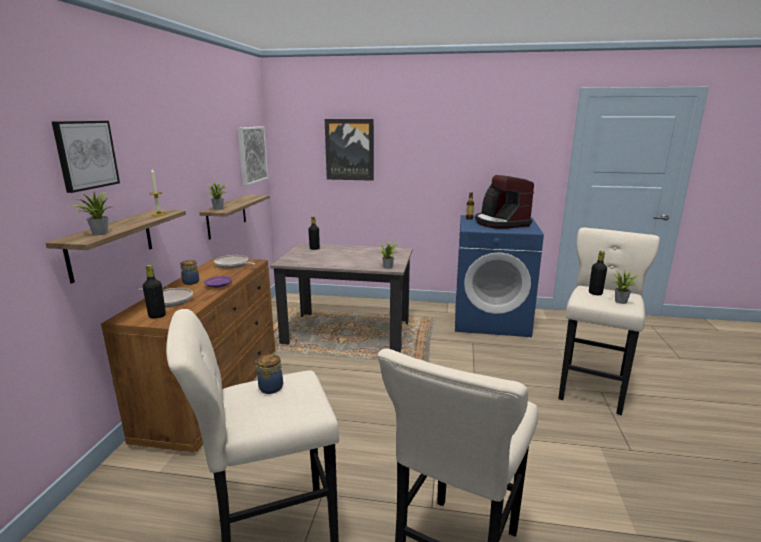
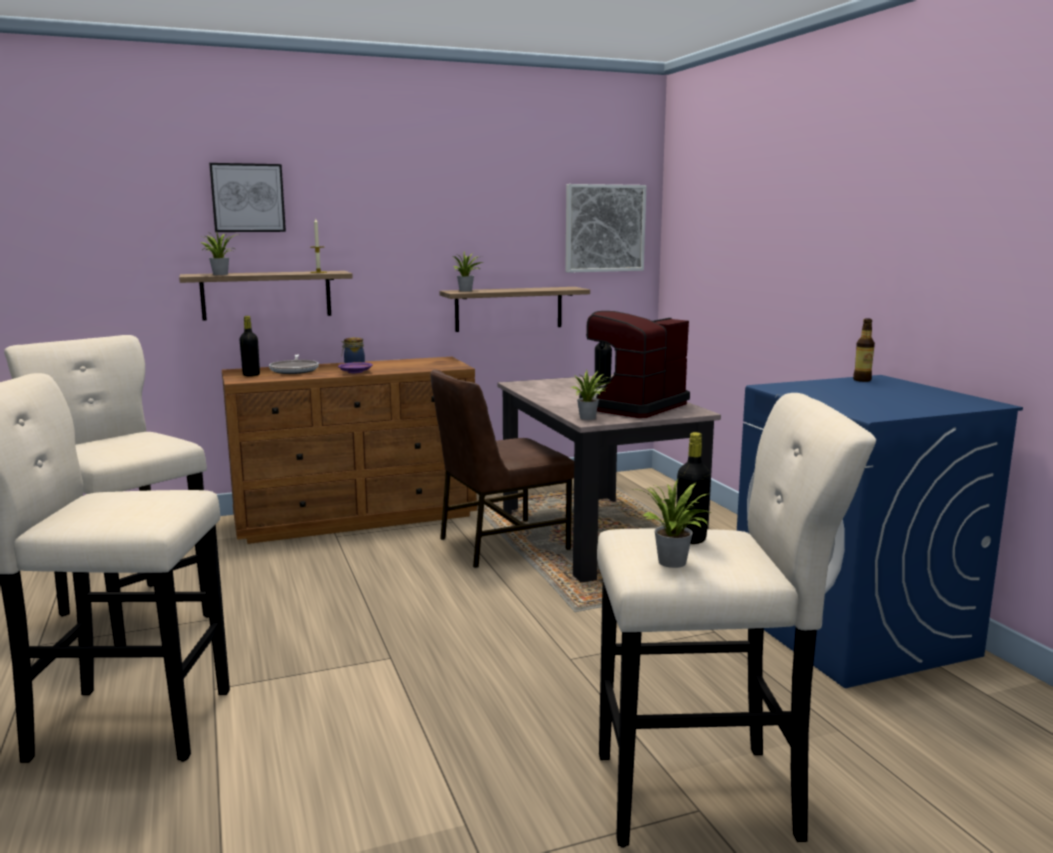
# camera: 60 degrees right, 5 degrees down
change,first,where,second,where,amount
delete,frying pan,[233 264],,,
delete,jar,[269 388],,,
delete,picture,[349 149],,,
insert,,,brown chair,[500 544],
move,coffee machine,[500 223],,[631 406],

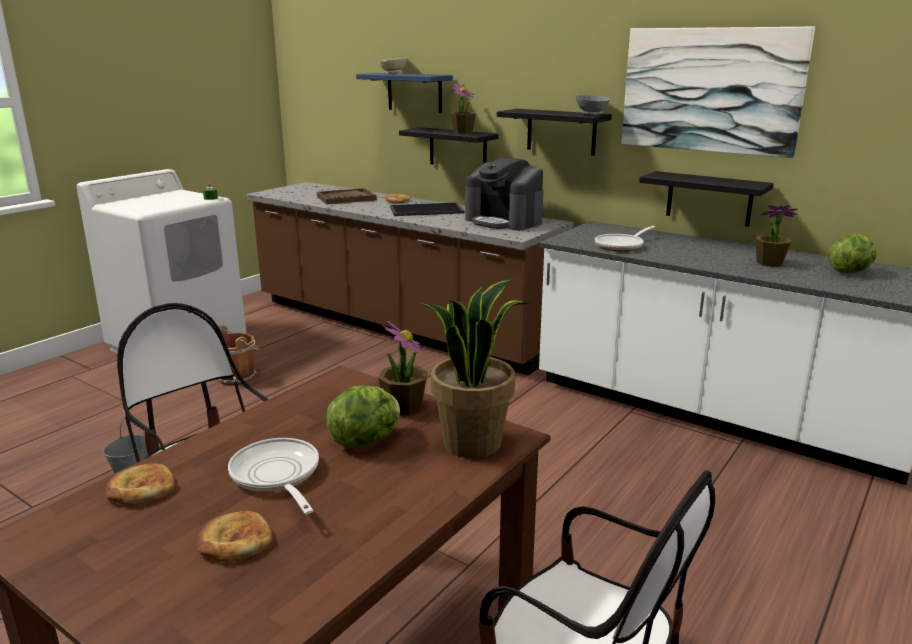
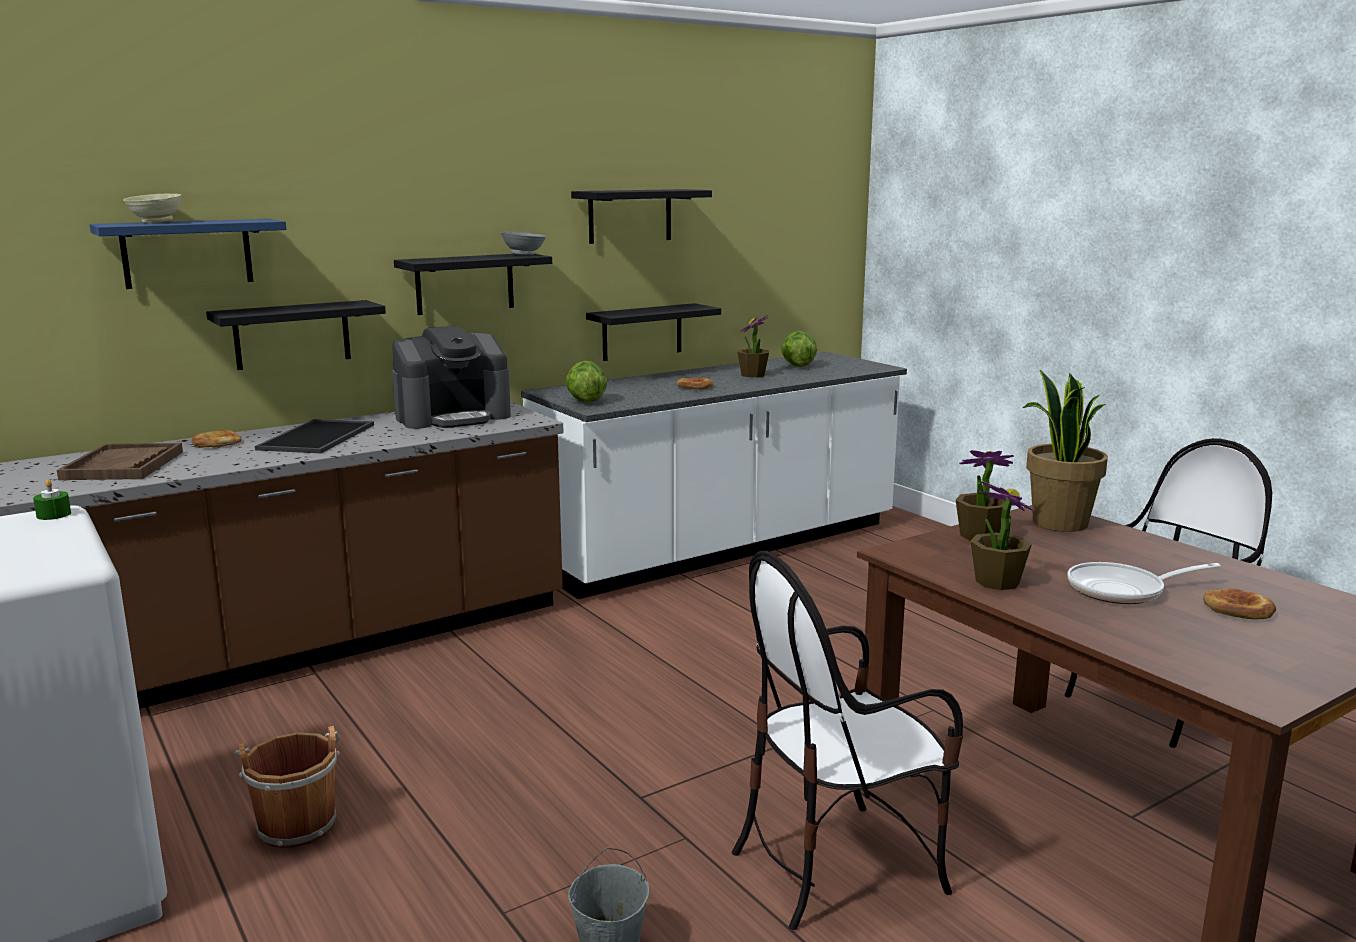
# camera: 70 degrees left, 5 degrees down
change,first,where,second,where,amount
delete,frying pan,[621 246],,,
move,bread,[141 489],,[695 387],
move,lettuce,[366 440],,[585 401],
move,potted plant,[463 132],,[997 582],
replace,picture,[710 90],black shelf,[630 216],

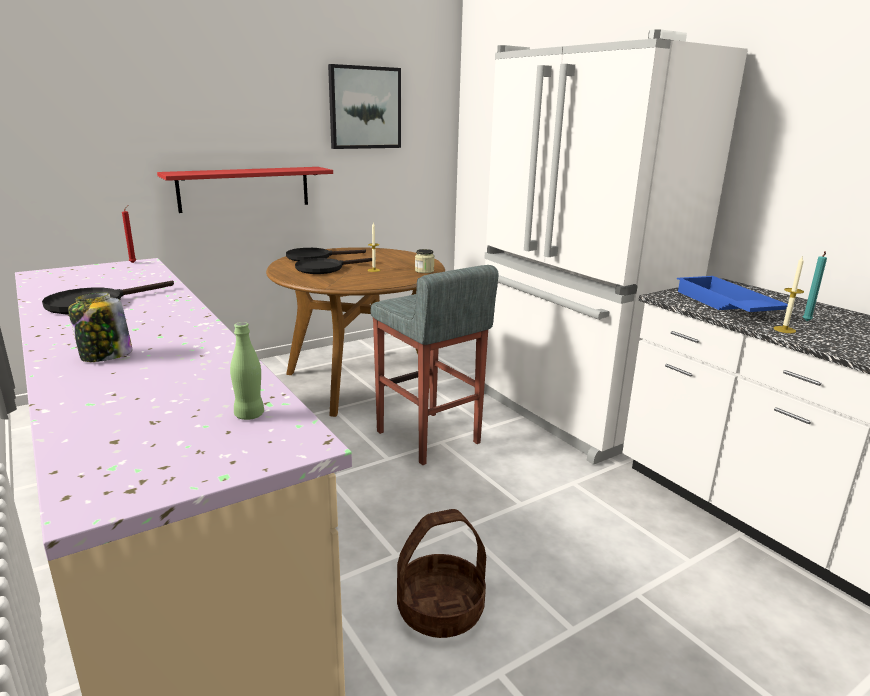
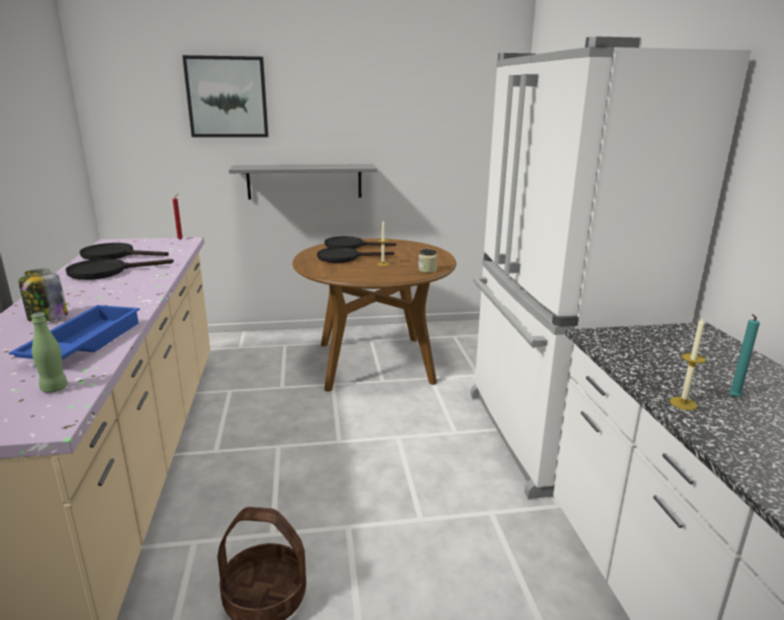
# camera: 25 degrees right, 0 degrees up
change,first,where,second,where,amount
delete,grey stool,[428 438],,,
insert,,,black frying pan,[115 255],
move,picture,[365 108],,[227 97],
move,blue tray,[724 304],,[82 343],
recolor,red shelf,[244 189],grey shelf,[304 181],

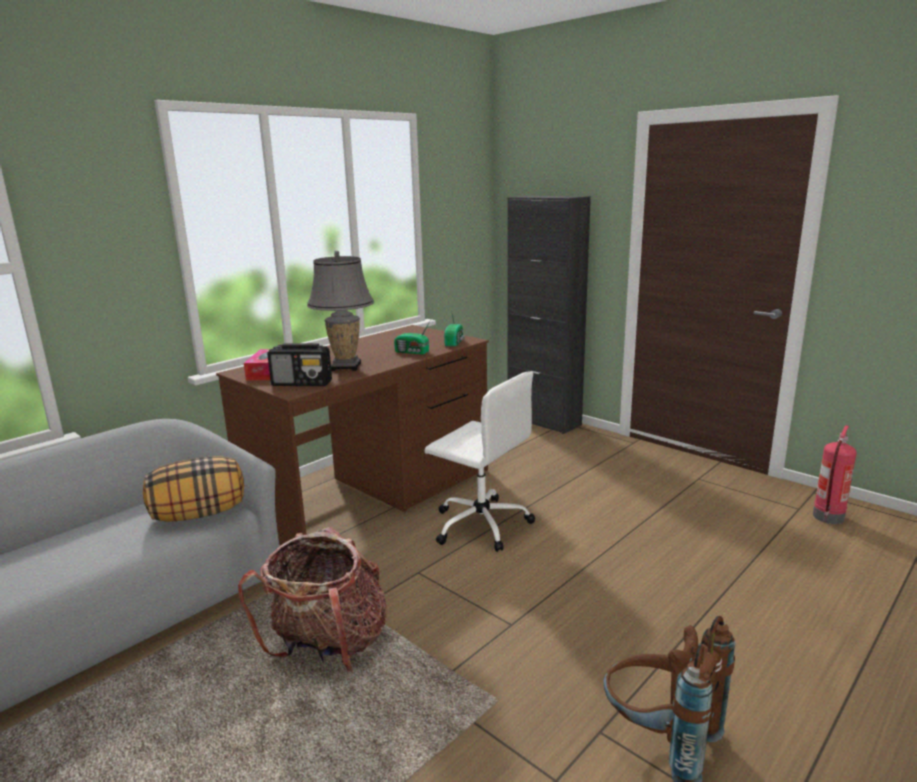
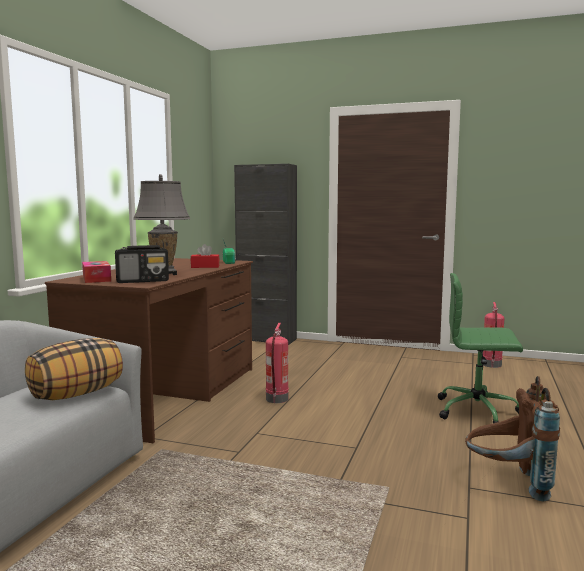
# camera: 25 degrees left, 10 degrees down
change,first,where,second,where,amount
delete,backpack,[328 646],,,
insert,,,green office chair,[478 411],
replace,radio,[412 352],red tissue box,[205 267],
replace,white office chair,[480 524],fire extinguisher,[277 399],

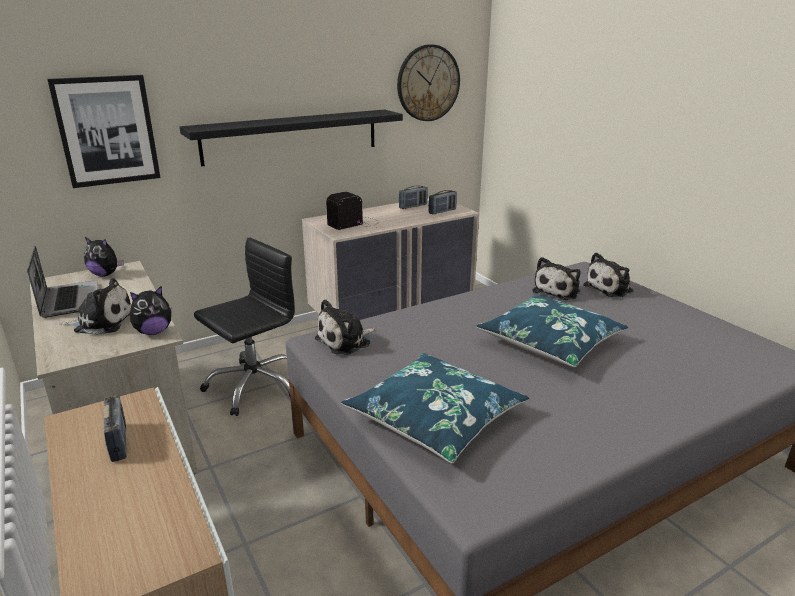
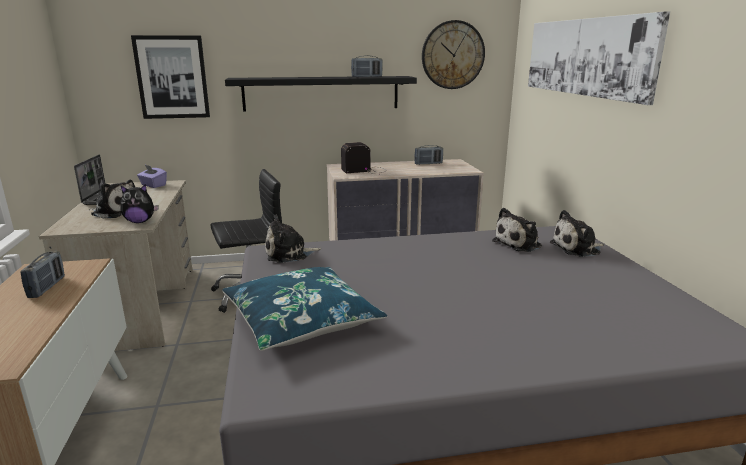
# camera: 20 degrees right, 5 degrees down
change,first,where,second,where,amount
delete,blue pillow,[550 342],,,
insert,,,picture,[586 57],
move,radio,[442 211],,[367 77],
replace,plush toy,[105 274],purple tissue box,[153 185],

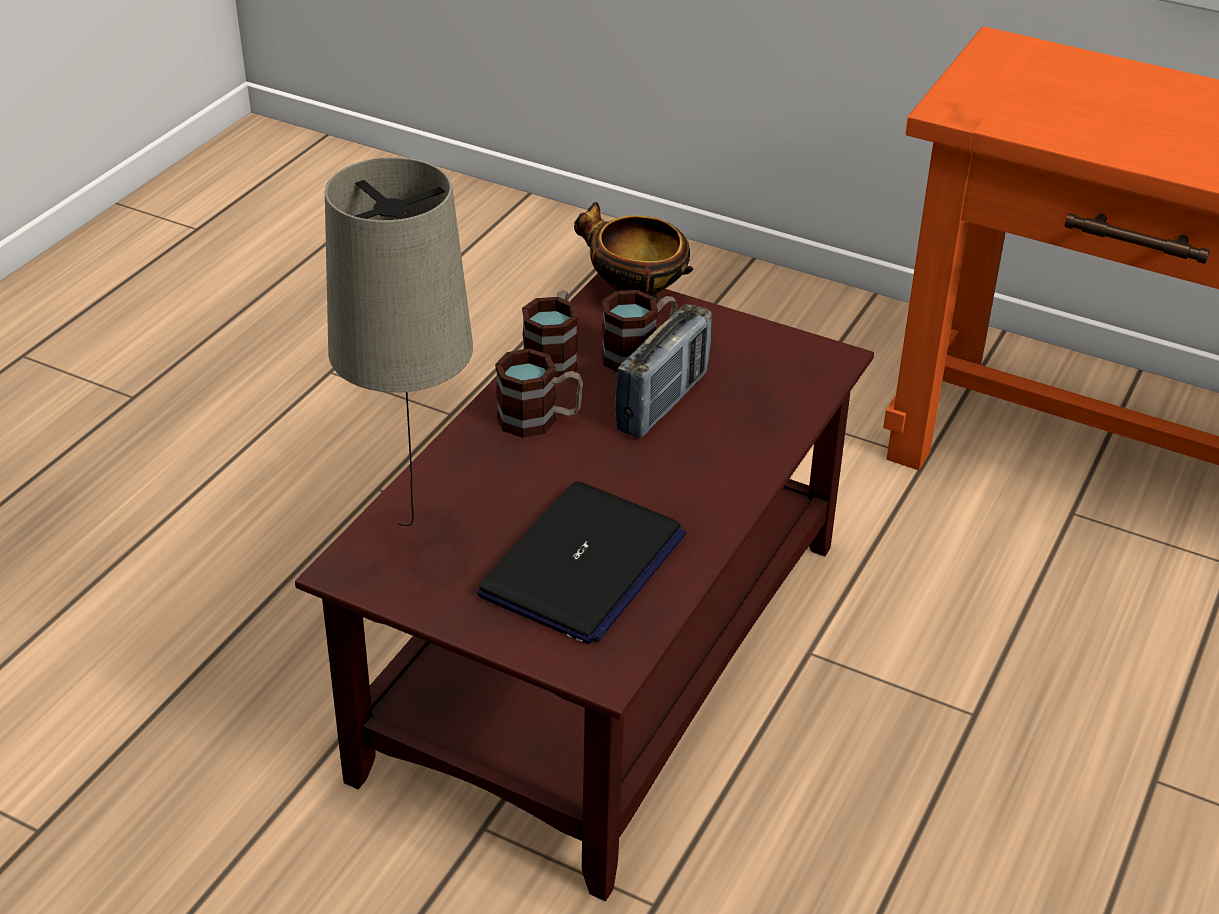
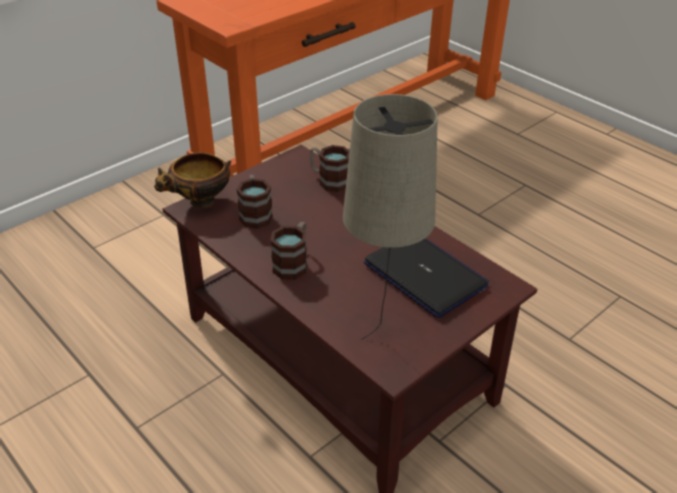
# camera: 70 degrees left, 0 degrees up
change,first,where,second,where,amount
delete,radio,[662 402],,,
move,mug,[553 357],,[329 180],

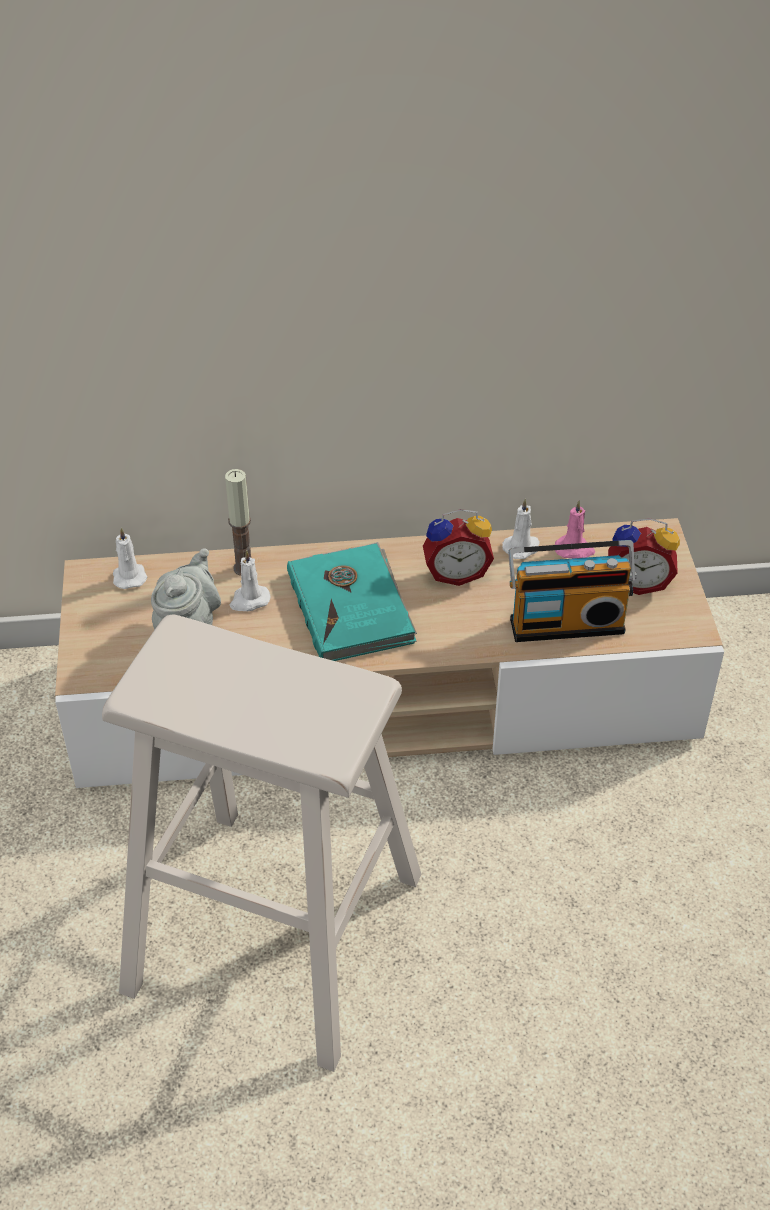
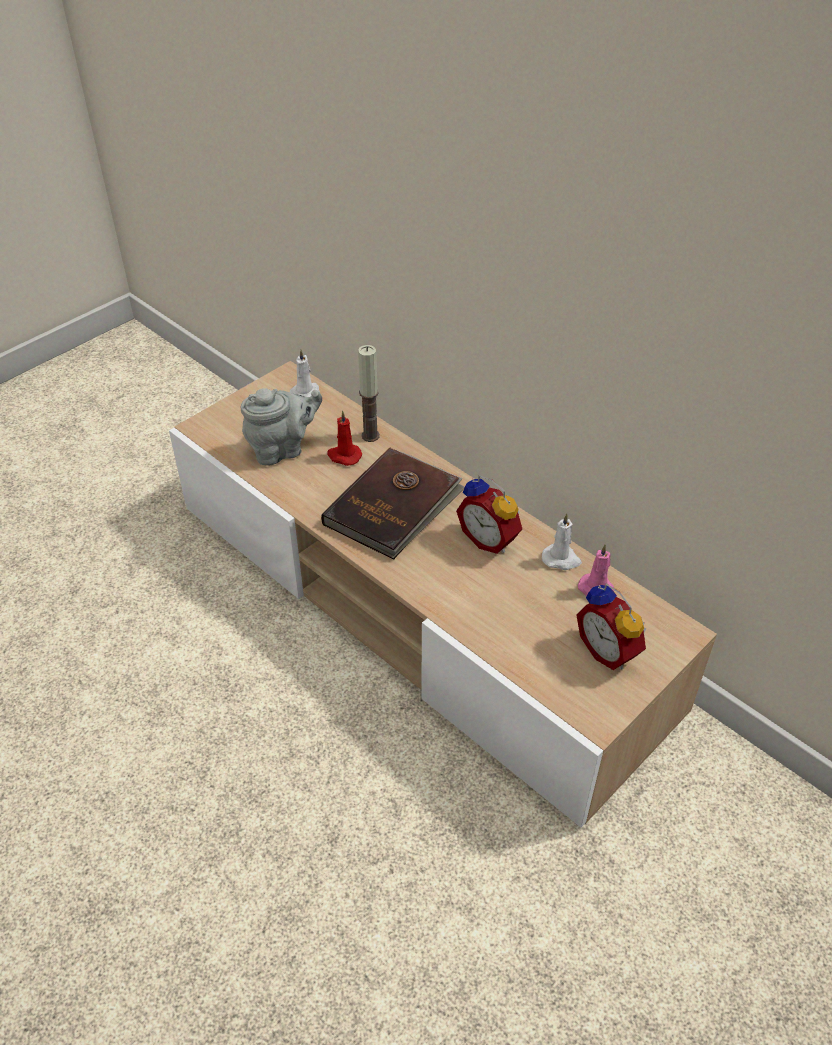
# camera: 50 degrees right, 0 degrees up
change,first,where,second,where,amount
delete,beige stool,[274 932],,,
delete,radio,[566 622],,,
recolor,white candle,[249 600],red candle,[344 456],
recolor,turquoise book,[352 606],brown book,[394 506],

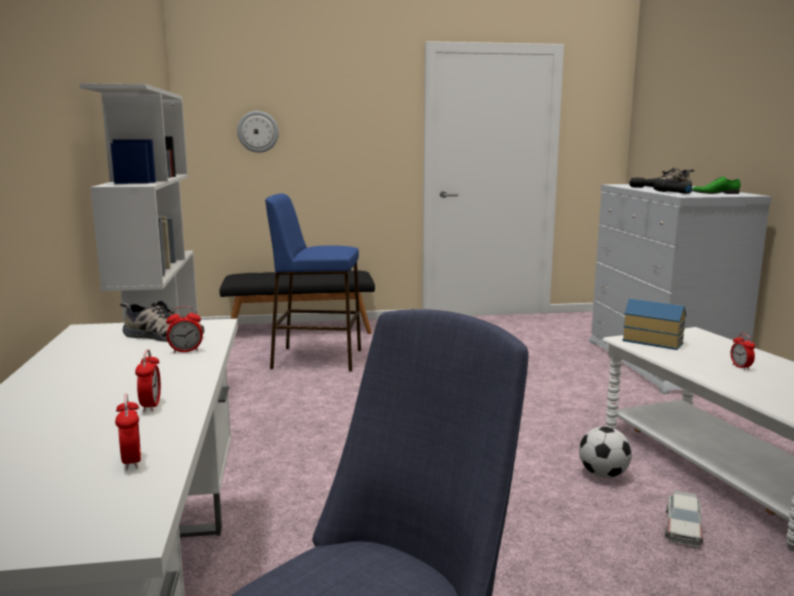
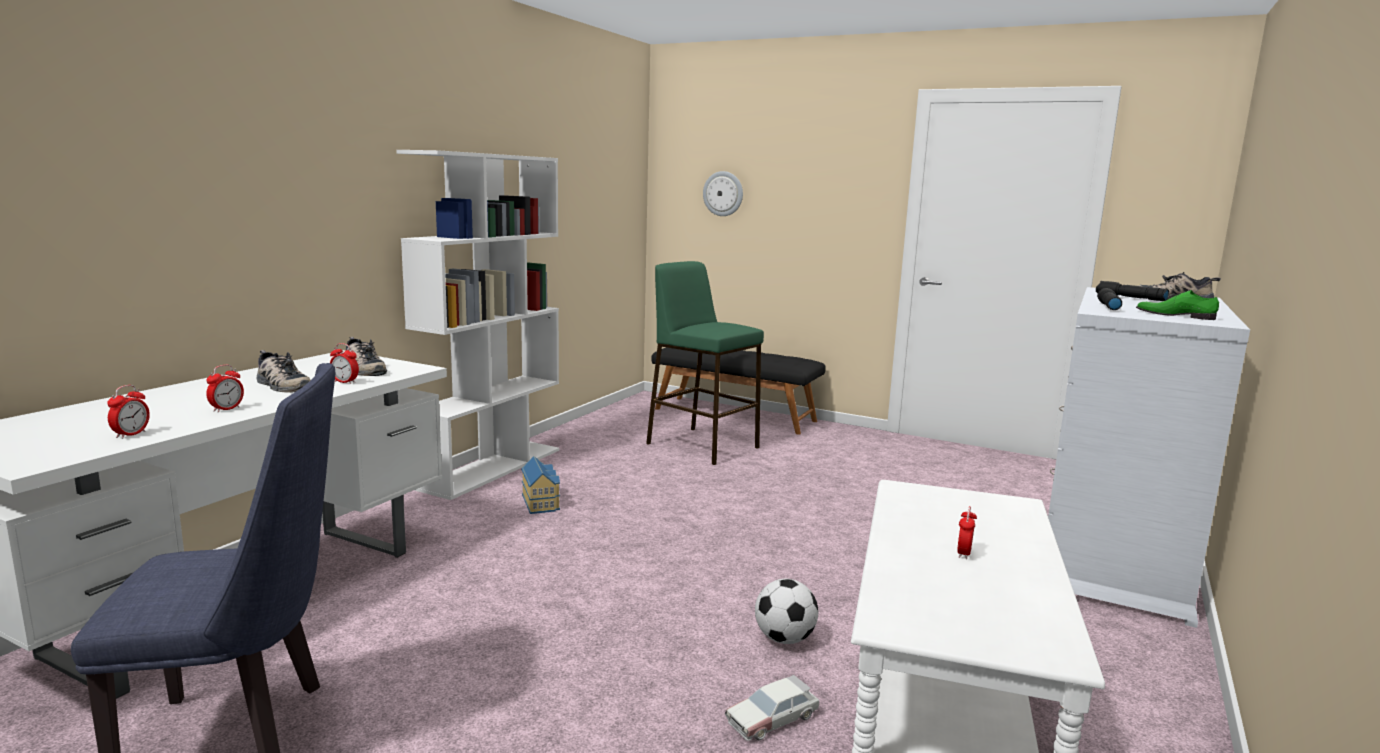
# camera: 35 degrees right, 0 degrees up
change,first,where,second,where,amount
insert,,,shoe,[281 385],
move,toy house,[652 341],,[541 502],
recolor,blue stool,[316 359],green stool,[702 445],

